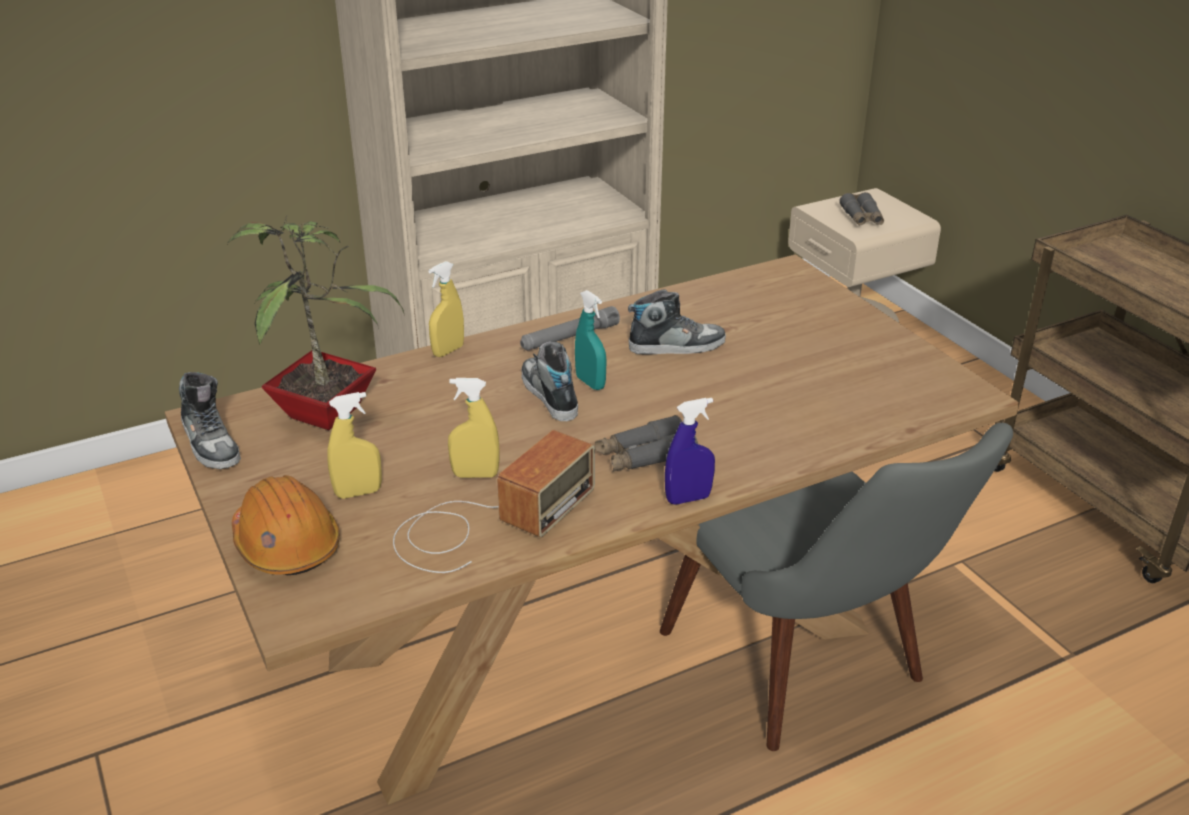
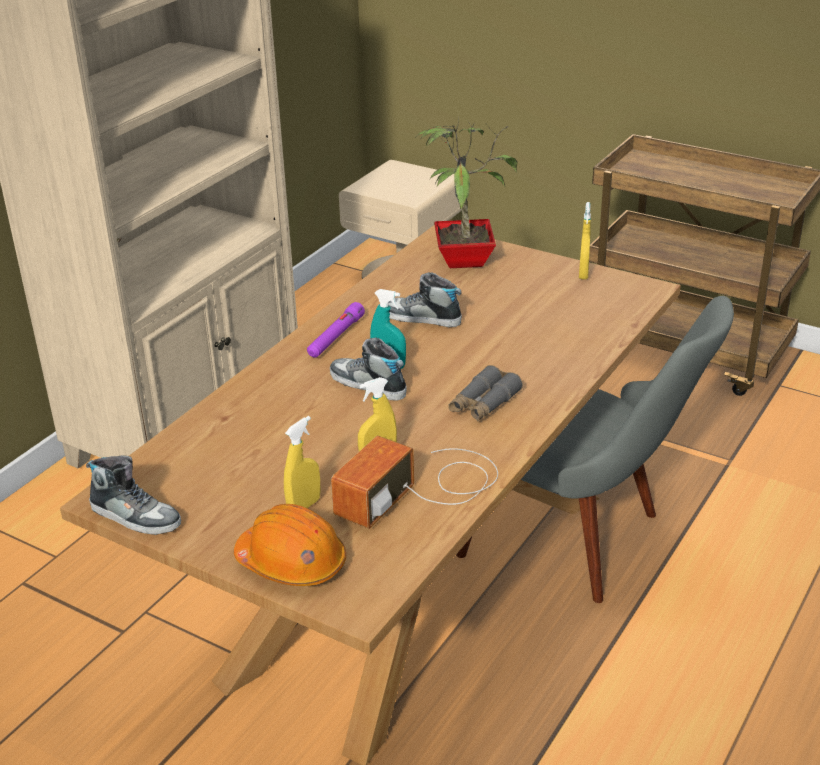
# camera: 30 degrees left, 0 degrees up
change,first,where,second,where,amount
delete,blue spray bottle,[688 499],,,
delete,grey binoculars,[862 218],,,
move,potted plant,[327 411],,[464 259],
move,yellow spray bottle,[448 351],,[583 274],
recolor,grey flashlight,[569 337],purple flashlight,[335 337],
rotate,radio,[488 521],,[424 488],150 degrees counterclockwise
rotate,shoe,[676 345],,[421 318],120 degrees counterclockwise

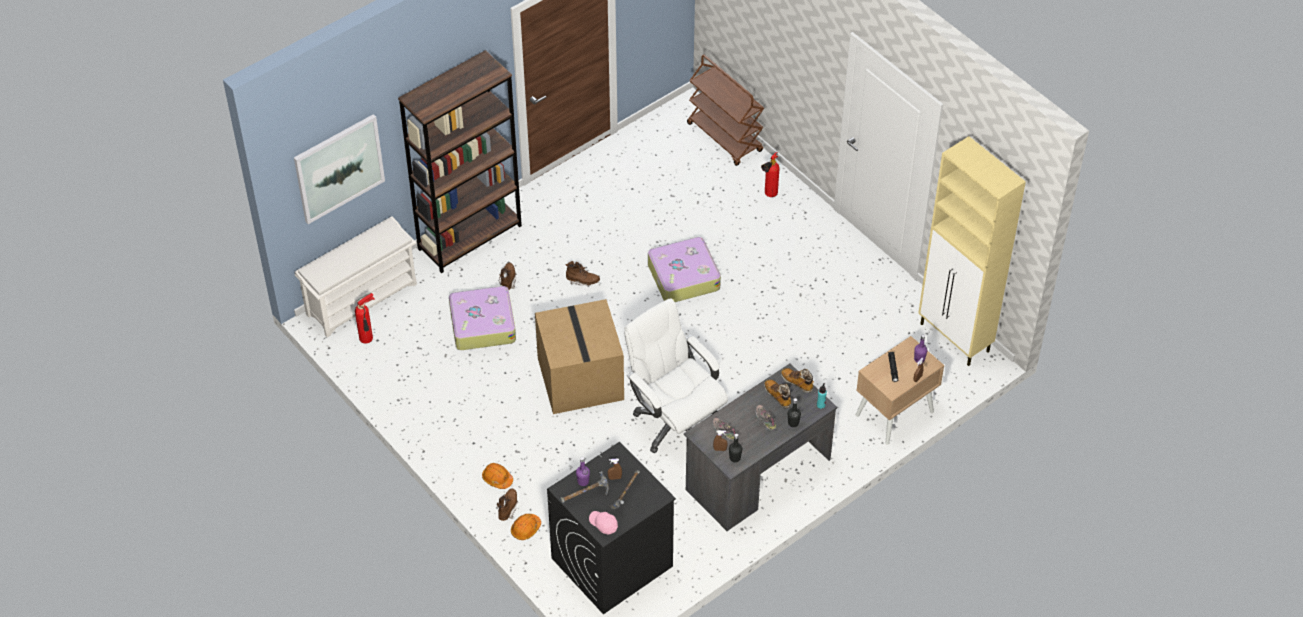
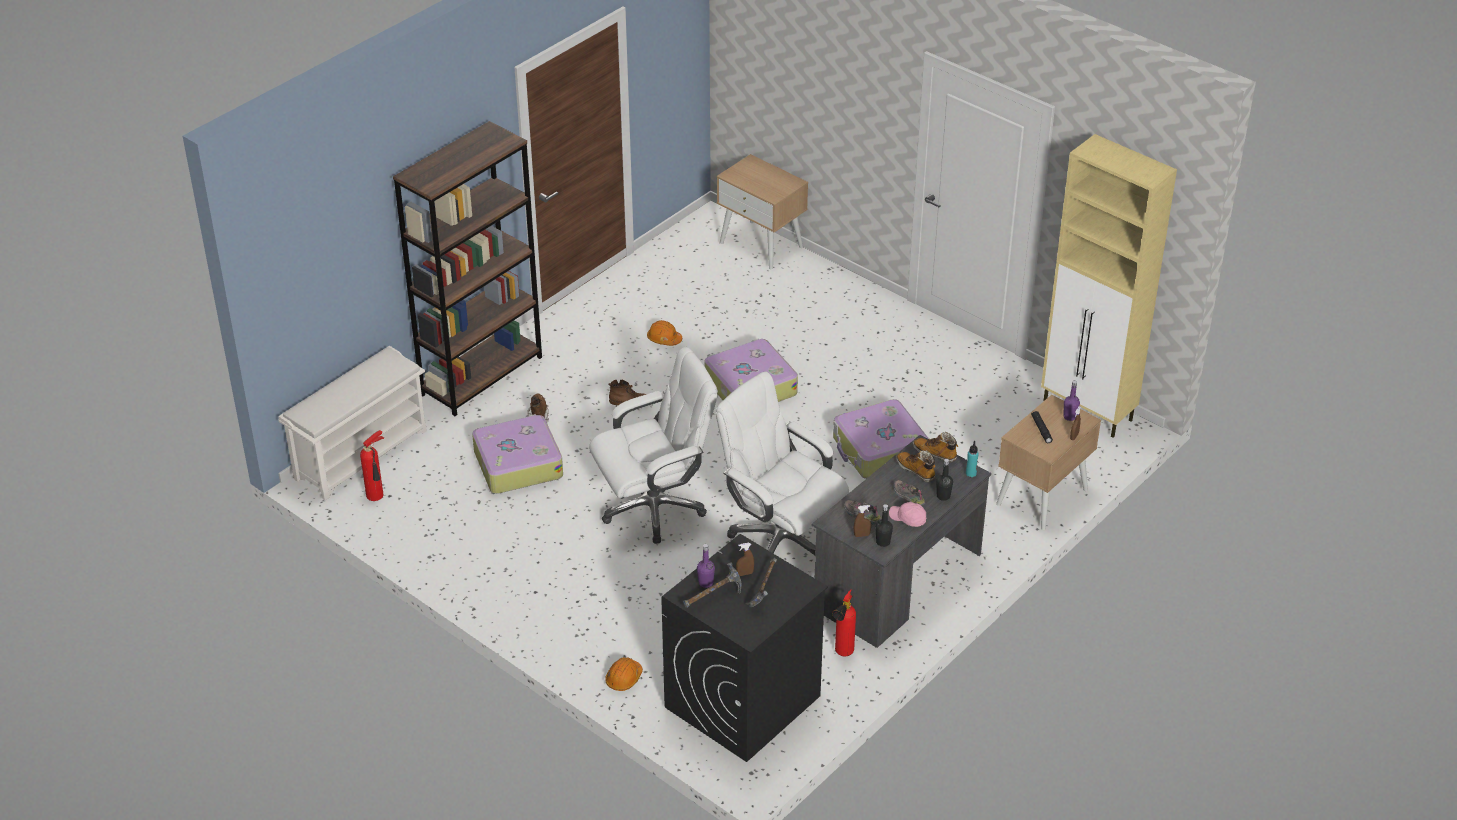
# camera: 10 degrees left, 10 degrees down
change,first,where,second,where,amount
delete,picture,[339 168],,,
delete,brown boot,[507 508],,,
insert,,,suitcase,[879 450],
move,orange hard hat,[497 479],,[664 339],
move,pink cap,[603 524],,[908 518],
move,fire extinguisher,[769 195],,[842 654],
replace,cardboard box,[582 379],white office chair,[654 507],
replace,brown cart,[725 138],beige nightstand,[761 244],

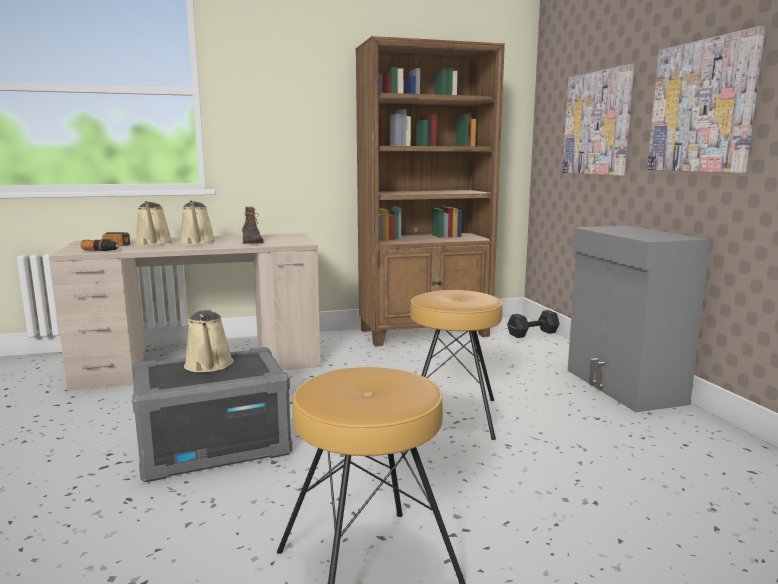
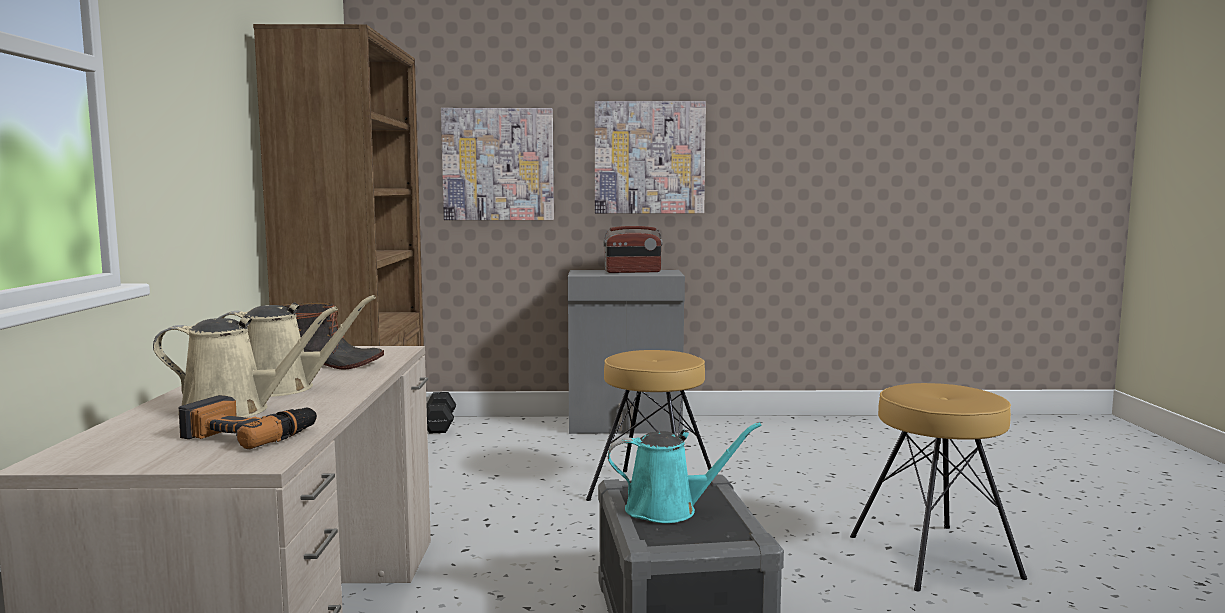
# camera: 75 degrees left, 5 degrees down
change,first,where,second,where,amount
insert,,,radio,[632 272],
recolor,beige watering can,[209 366],turquoise watering can,[668 509],

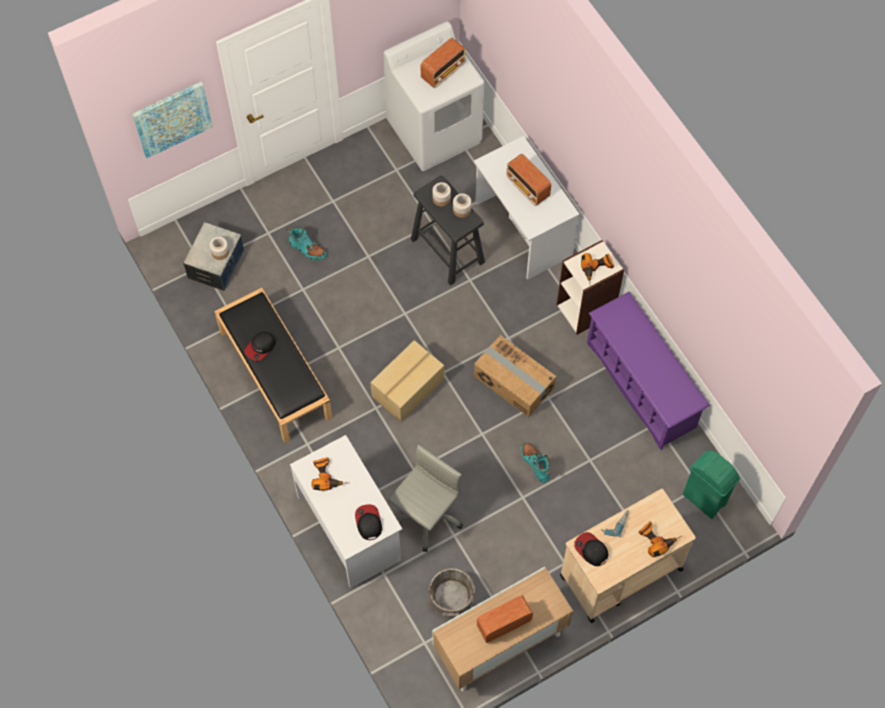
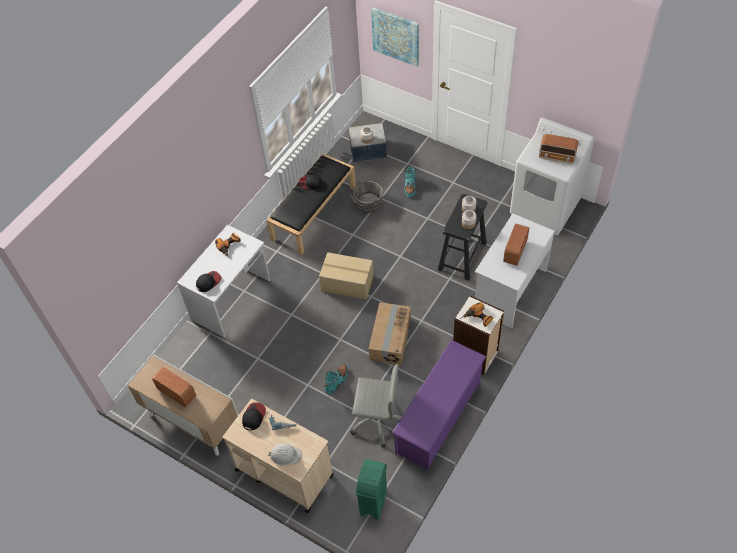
# camera: 65 degrees right, 10 degrees down
change,first,where,second,where,amount
move,grey office chair,[425 515],,[378 420],
move,grey bucket,[451 600],,[367 203],
replace,power drill,[656 538],white hard hat,[285 455],

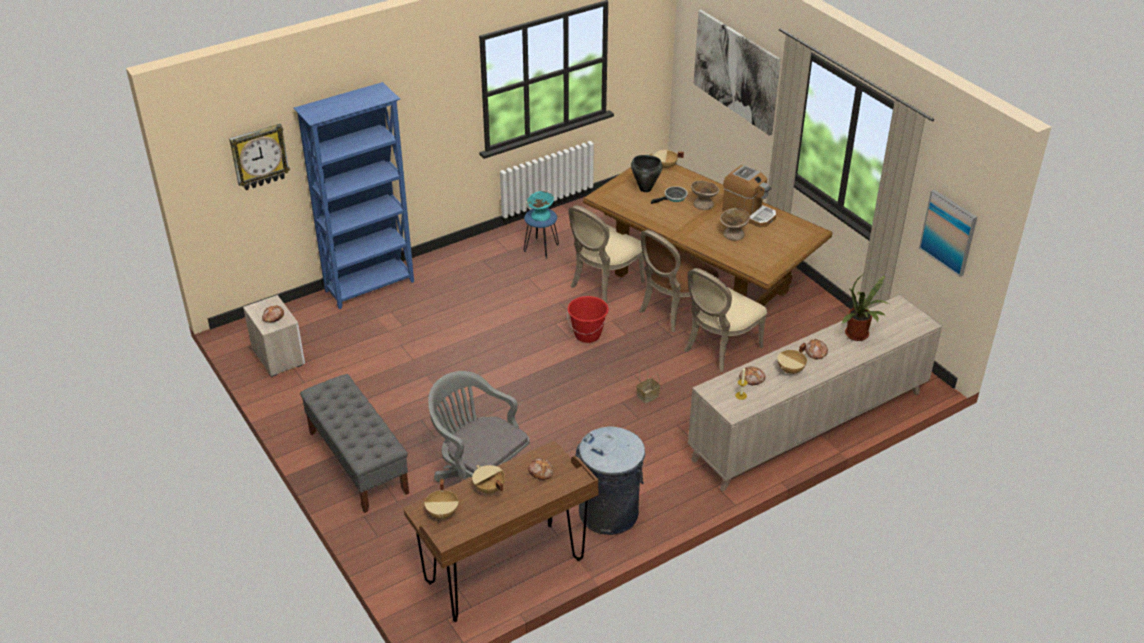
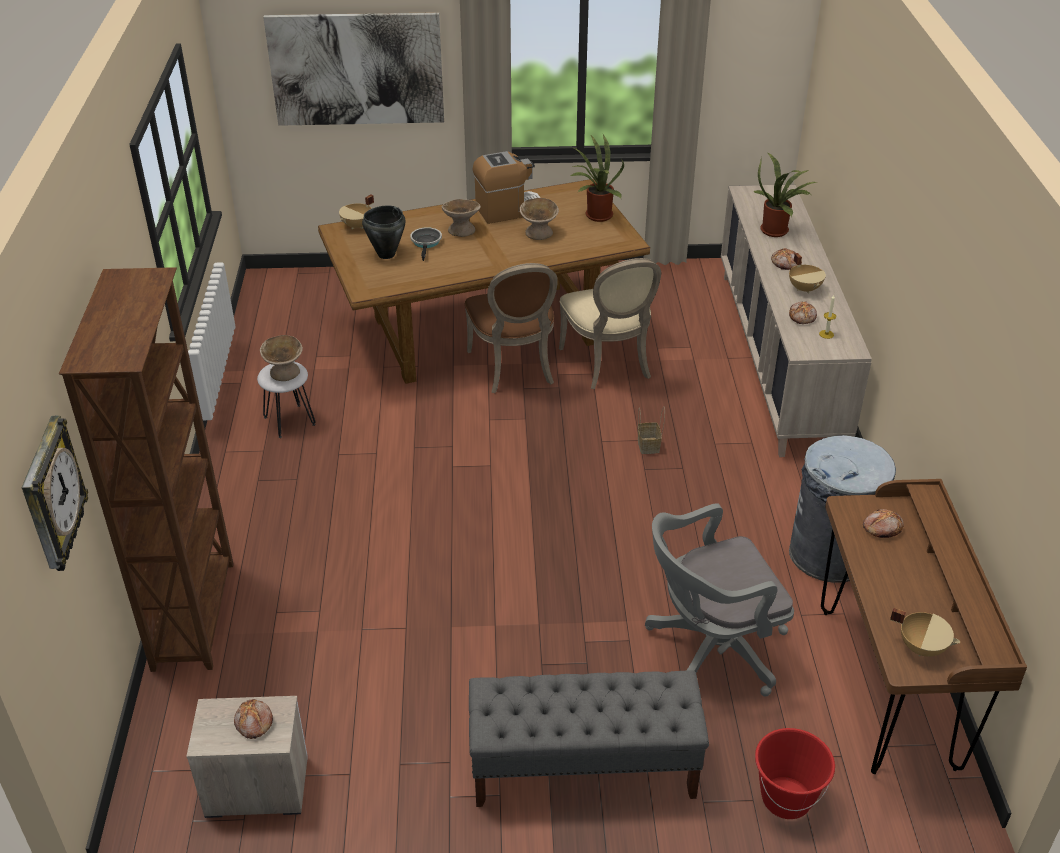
# camera: 60 degrees left, 0 degrees up
change,first,where,second,where,amount
delete,beige cooking pot,[488 489],,,
delete,beige chair,[603 284],,,
delete,picture,[948 232],,,
insert,,,potted plant,[596 216],
move,red bucket,[587 335],,[786 798],
recolor,blue bookcase,[371 287],brown bookcase,[195 614],
recolor,blue stool,[541 248],white stool,[289 420],
recolor,turquoise bowl,[541 215],beige bowl,[285 372],

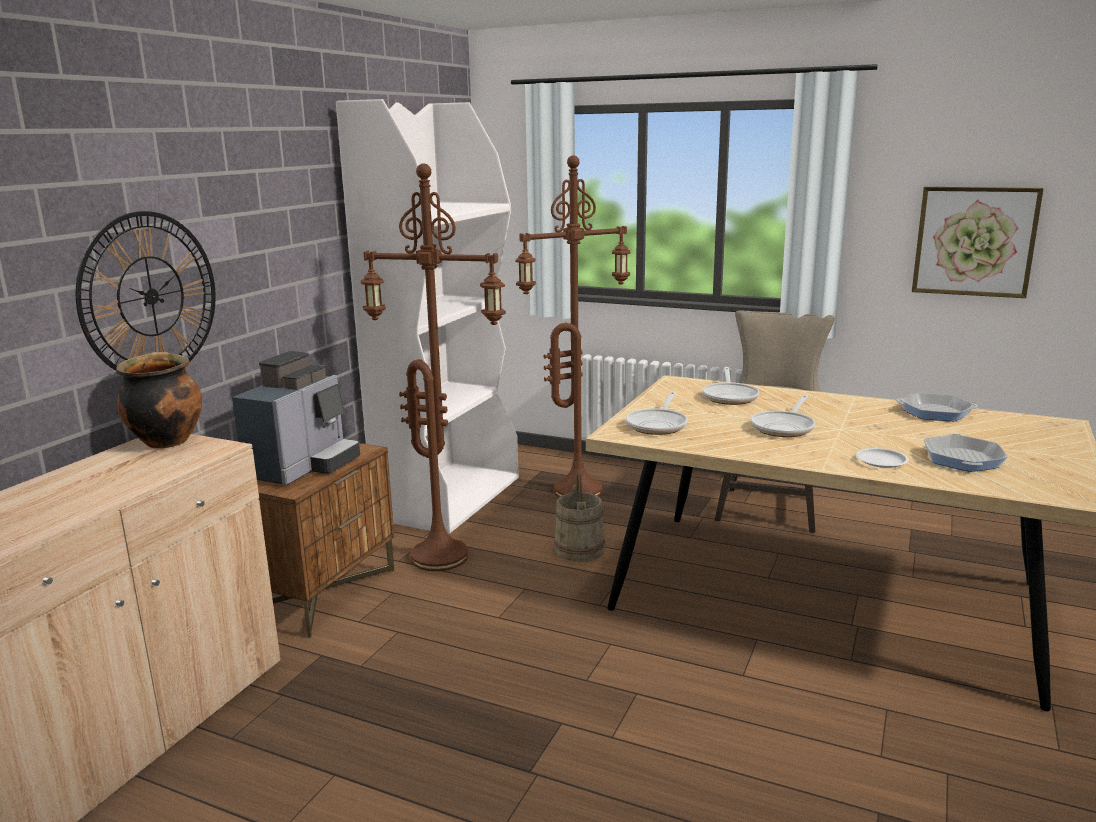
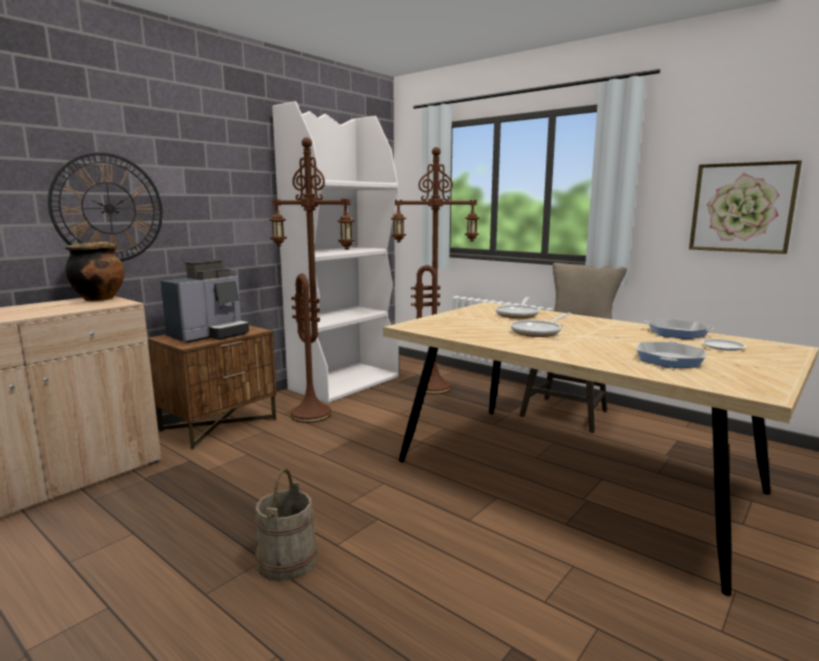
# camera: 15 degrees right, 5 degrees down
change,first,where,second,where,amount
delete,frying pan,[658 425],,,
move,beige bucket,[579 549],,[287 560],
move,white plate,[881 461],,[722 347],

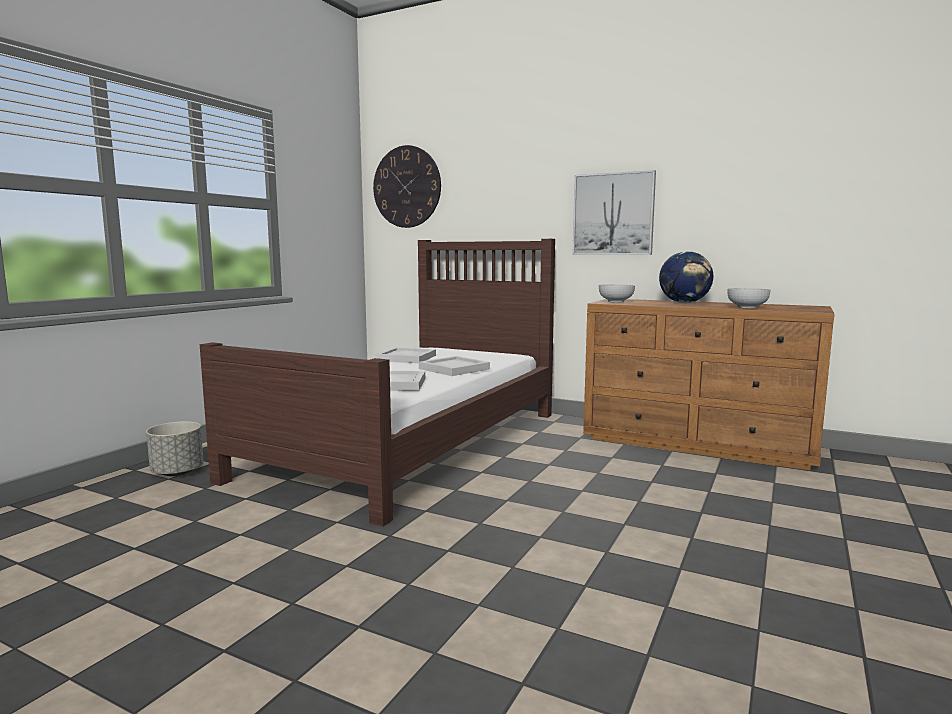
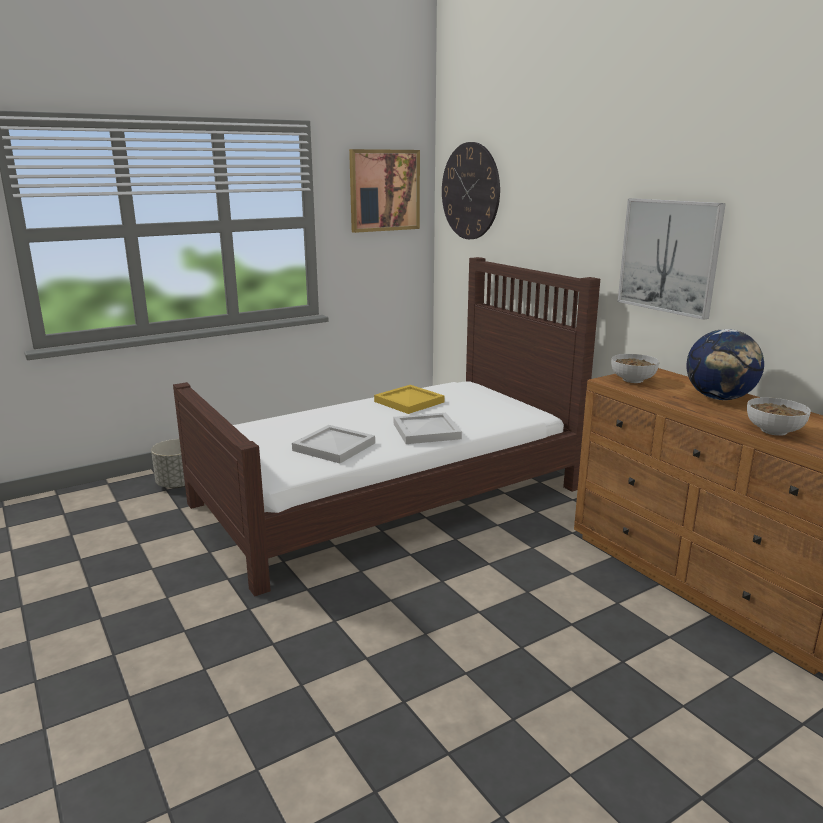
# camera: 30 degrees right, 10 degrees up
change,first,where,second,where,amount
insert,,,picture,[384 190],
recolor,white tray,[405 358],yellow tray,[408 402],

